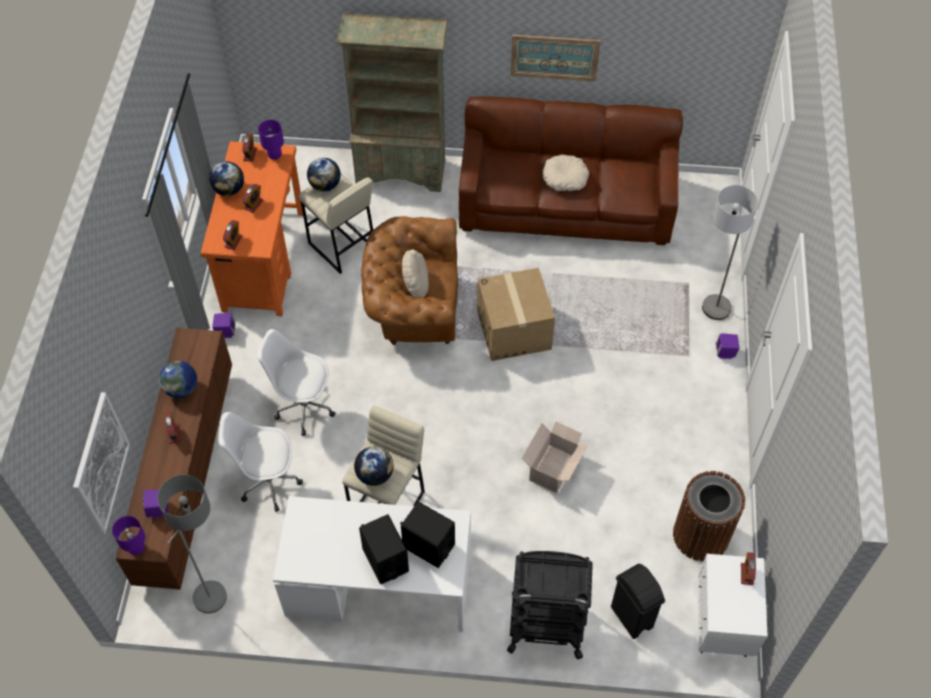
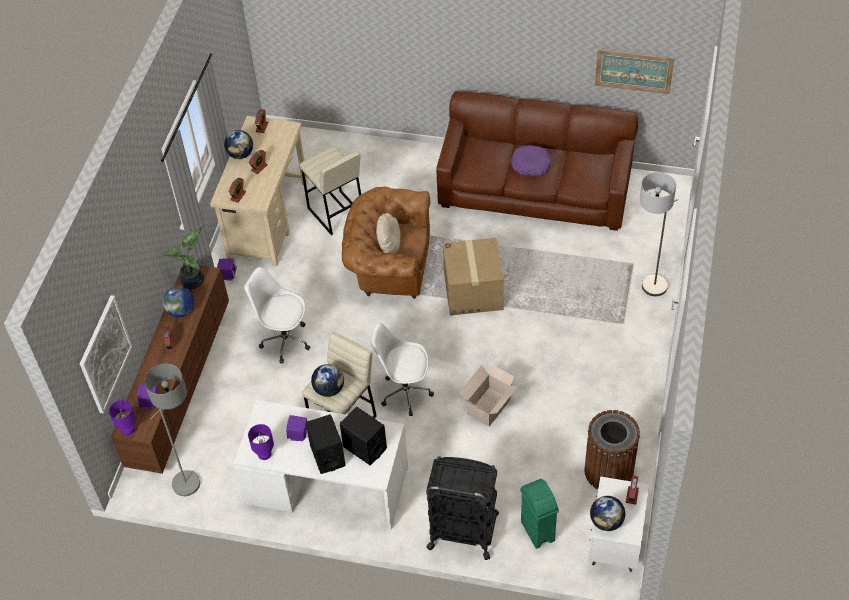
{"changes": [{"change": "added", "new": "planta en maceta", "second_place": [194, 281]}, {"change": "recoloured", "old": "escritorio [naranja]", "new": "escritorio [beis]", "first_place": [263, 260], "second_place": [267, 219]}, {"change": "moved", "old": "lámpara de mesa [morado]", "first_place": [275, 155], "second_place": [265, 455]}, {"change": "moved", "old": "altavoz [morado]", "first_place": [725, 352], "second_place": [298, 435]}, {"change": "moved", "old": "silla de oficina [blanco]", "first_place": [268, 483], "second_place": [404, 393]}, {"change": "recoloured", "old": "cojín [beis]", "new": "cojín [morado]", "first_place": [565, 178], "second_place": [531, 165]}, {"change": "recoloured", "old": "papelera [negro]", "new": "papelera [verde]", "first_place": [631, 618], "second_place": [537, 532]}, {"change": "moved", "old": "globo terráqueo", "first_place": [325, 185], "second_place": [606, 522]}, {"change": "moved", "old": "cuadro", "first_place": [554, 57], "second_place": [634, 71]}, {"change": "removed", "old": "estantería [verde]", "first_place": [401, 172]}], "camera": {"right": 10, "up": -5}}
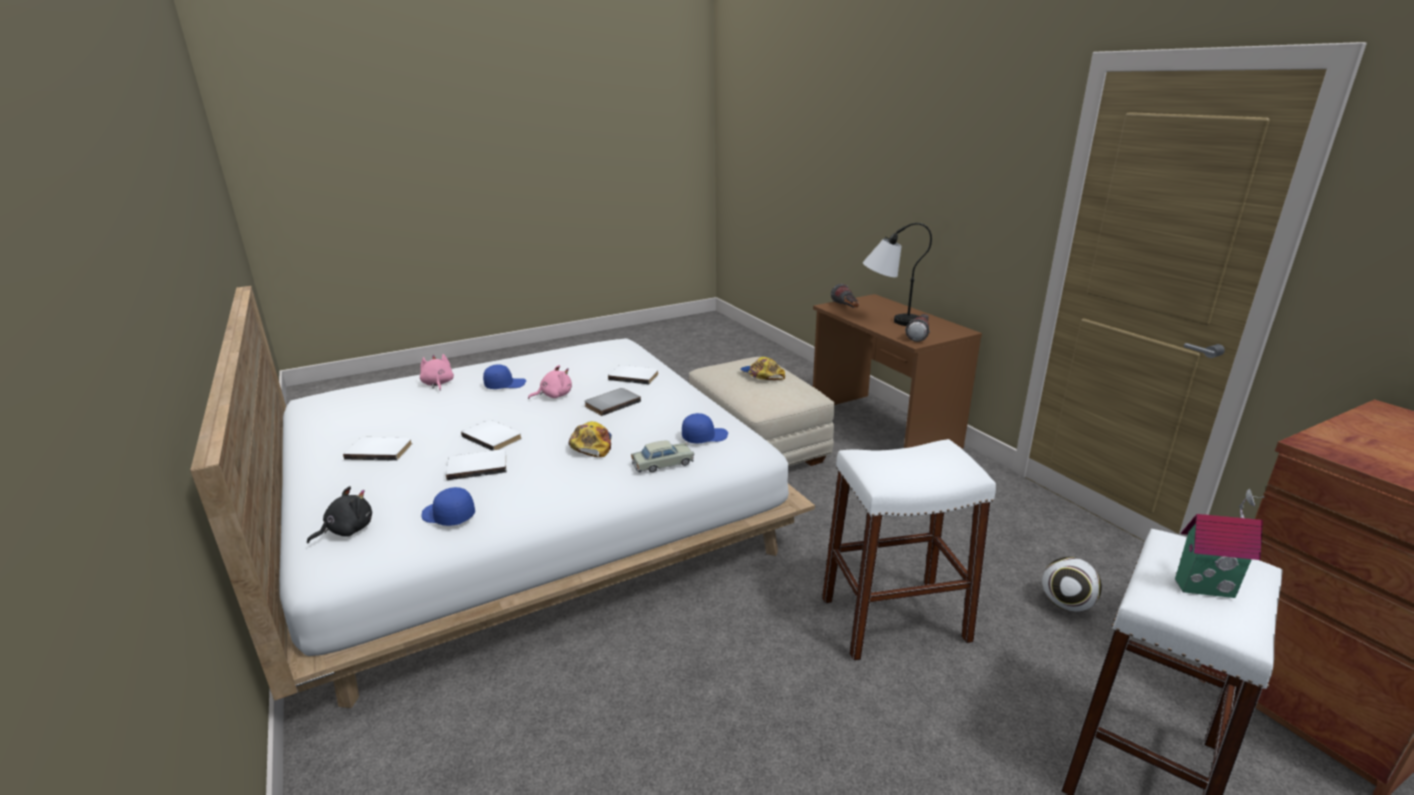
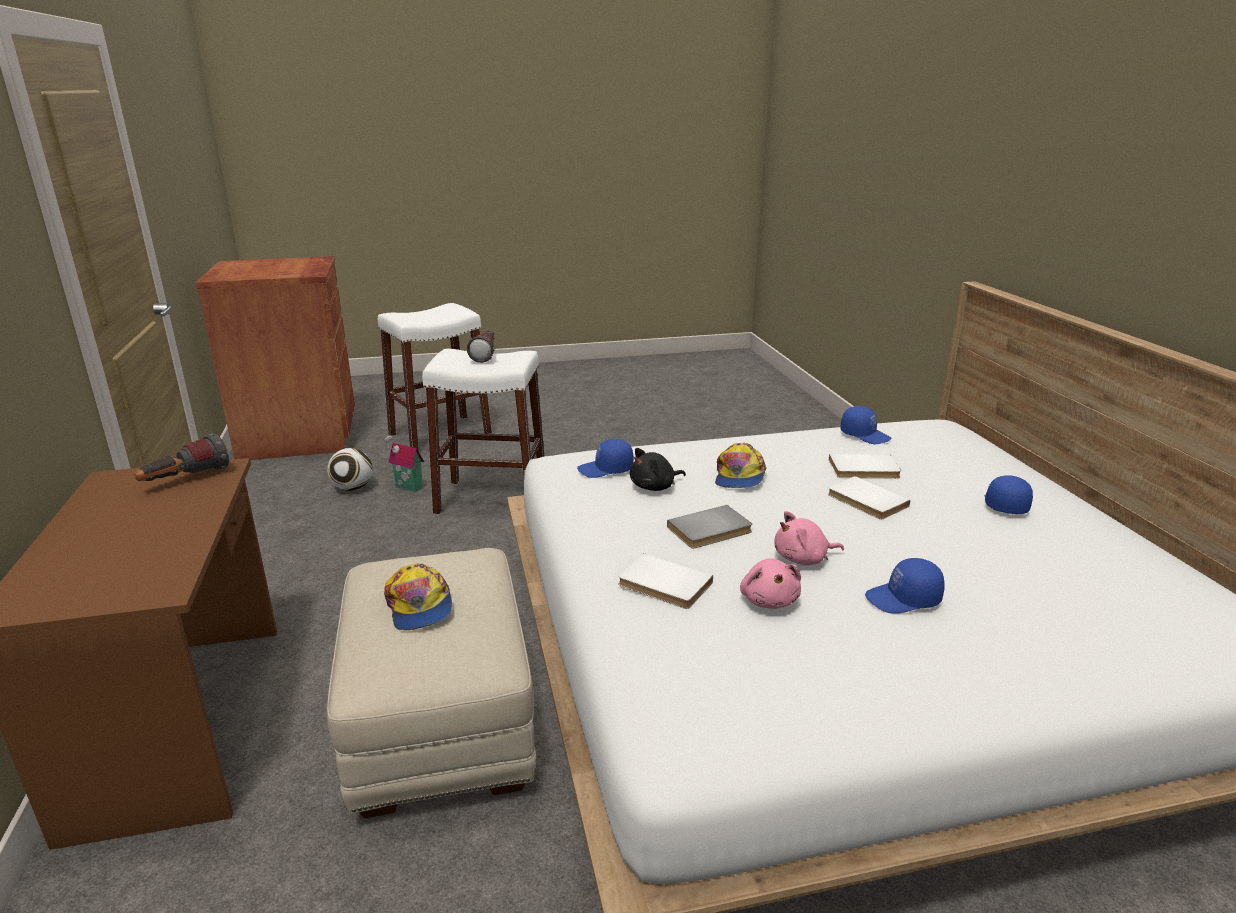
{"changes": [{"change": "moved", "old": "casita", "first_place": [1203, 586], "second_place": [407, 488]}, {"change": "moved", "old": "linterna", "first_place": [846, 308], "second_place": [486, 355]}, {"change": "moved", "old": "peluche [negro]", "first_place": [347, 530], "second_place": [655, 487]}, {"change": "moved", "old": "peluche [rosa]", "first_place": [438, 384], "second_place": [769, 600]}, {"change": "replaced", "old": "libro [blanco]", "new": "gorra [azul]", "first_place": [380, 450], "second_place": [1004, 504]}, {"change": "removed", "old": "coche de juguete [beis]", "first_place": [663, 464]}, {"change": "removed", "old": "lámpara de mesa", "first_place": [888, 320]}], "camera": {"right": -165, "up": 0}}
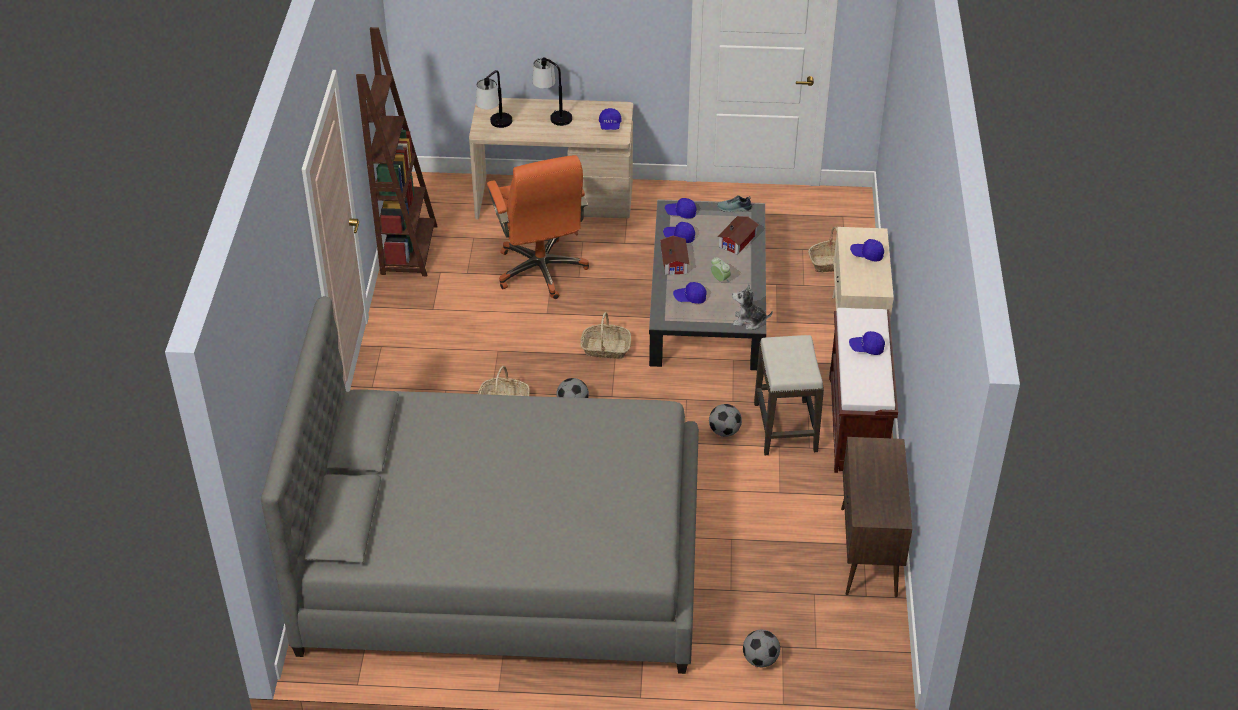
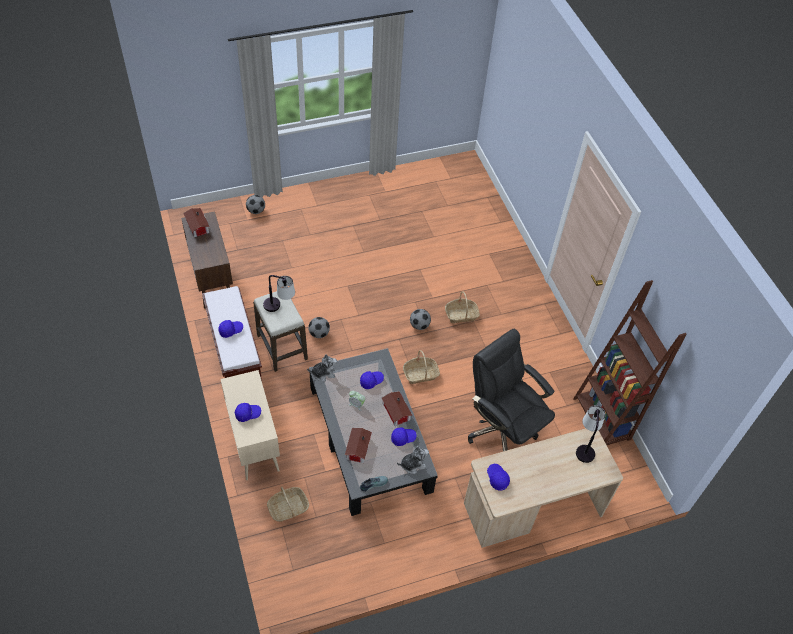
{"changes": [{"change": "added", "new": "casita", "second_place": [197, 227]}, {"change": "moved", "old": "lámpara de mesa", "first_place": [552, 115], "second_place": [279, 307]}, {"change": "replaced", "old": "gorra [azul]", "new": "peluche", "first_place": [680, 213], "second_place": [412, 464]}, {"change": "recoloured", "old": "silla de oficina [naranja]", "new": "silla de oficina [negro]", "first_place": [539, 268], "second_place": [502, 431]}, {"change": "removed", "old": "cama [gris]", "first_place": [502, 559]}], "camera": {"right": 155, "up": 10}}
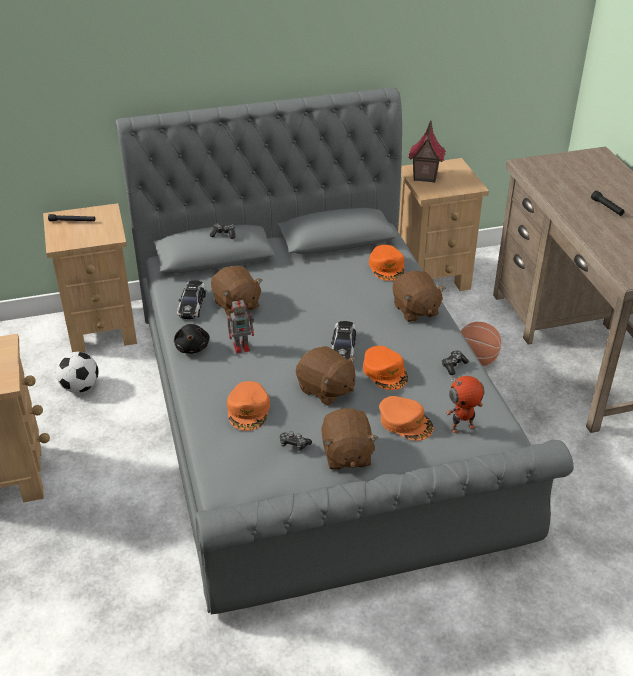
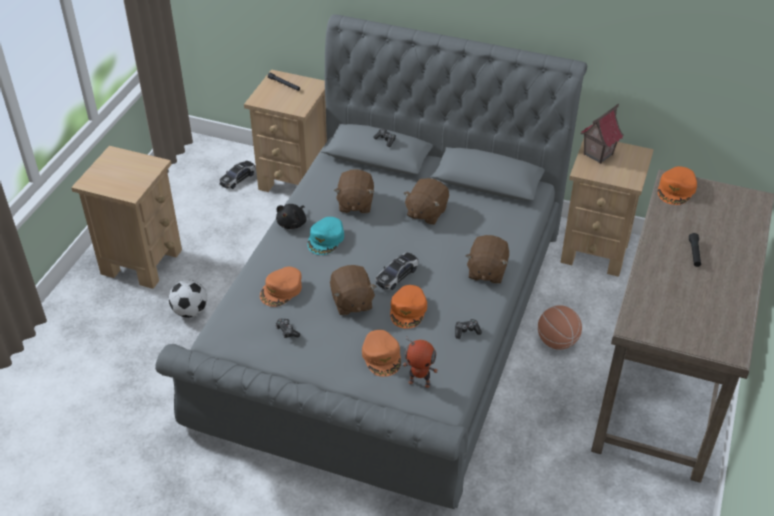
{"changes": [{"change": "moved", "old": "balón de fútbol", "first_place": [80, 387], "second_place": [190, 311]}, {"change": "moved", "old": "coche de juguete", "first_place": [192, 305], "second_place": [238, 178]}, {"change": "replaced", "old": "robot de juguete", "new": "gorra [turquesa]", "first_place": [242, 346], "second_place": [326, 239]}, {"change": "moved", "old": "peluche [marrón]", "first_place": [346, 454], "second_place": [426, 212]}, {"change": "moved", "old": "gorra [naranja]", "first_place": [387, 267], "second_place": [676, 189]}], "camera": {"right": 35, "up": 5}}
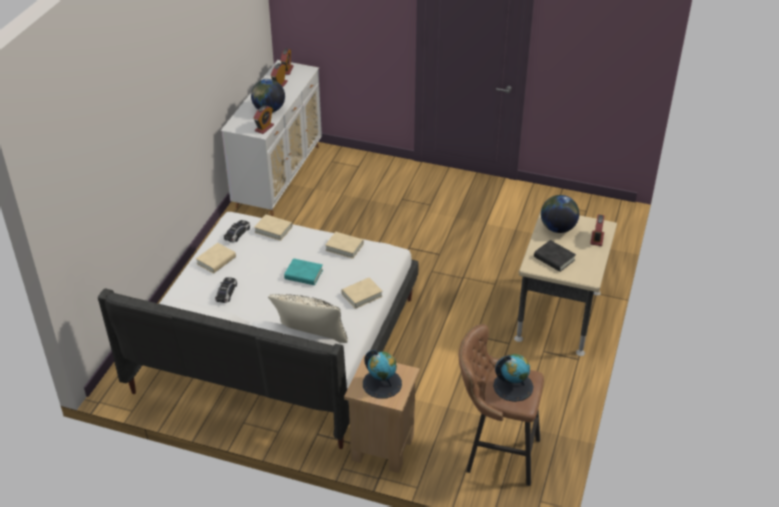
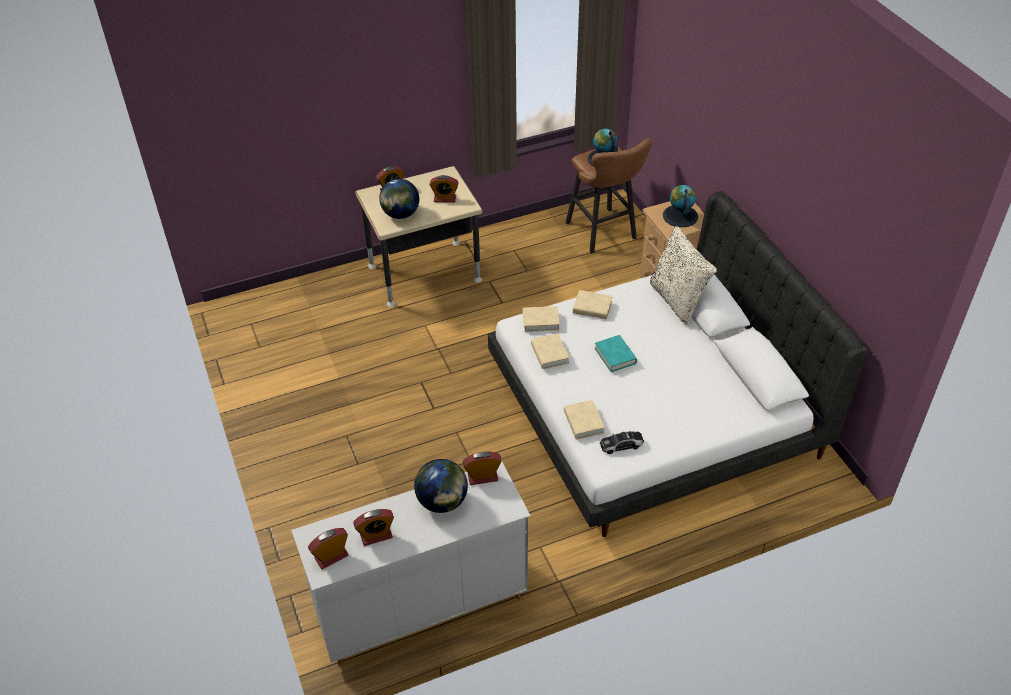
{"changes": [{"change": "replaced", "old": "libro [negro]", "new": "despertador", "first_place": [554, 259], "second_place": [445, 199]}, {"change": "moved", "old": "libro [beis]", "first_place": [216, 261], "second_place": [540, 321]}, {"change": "removed", "old": "coche de juguete", "first_place": [226, 293]}], "camera": {"right": -130, "up": 5}}
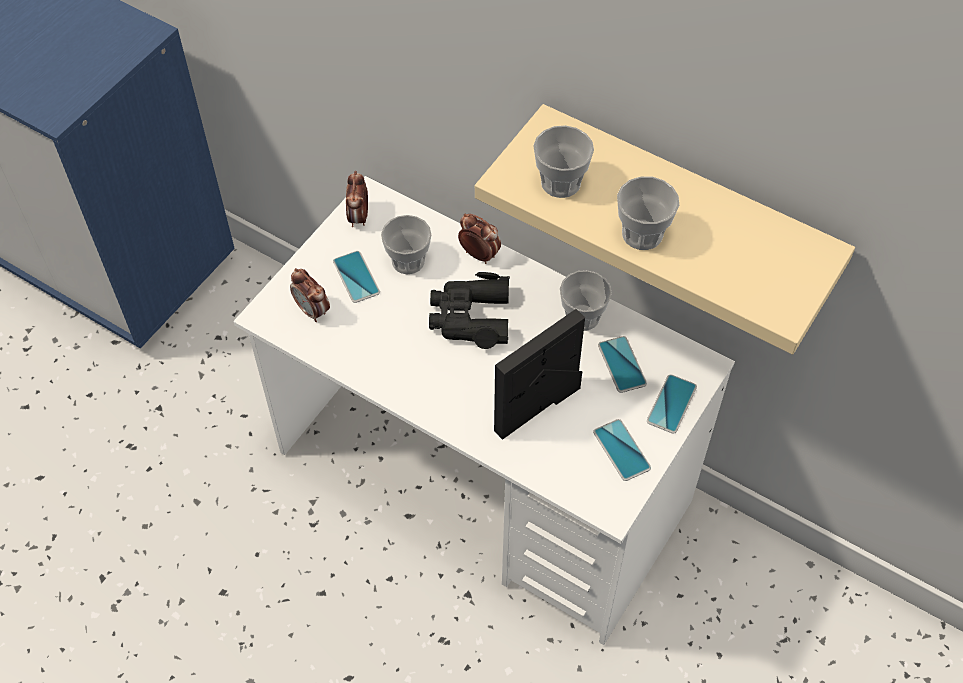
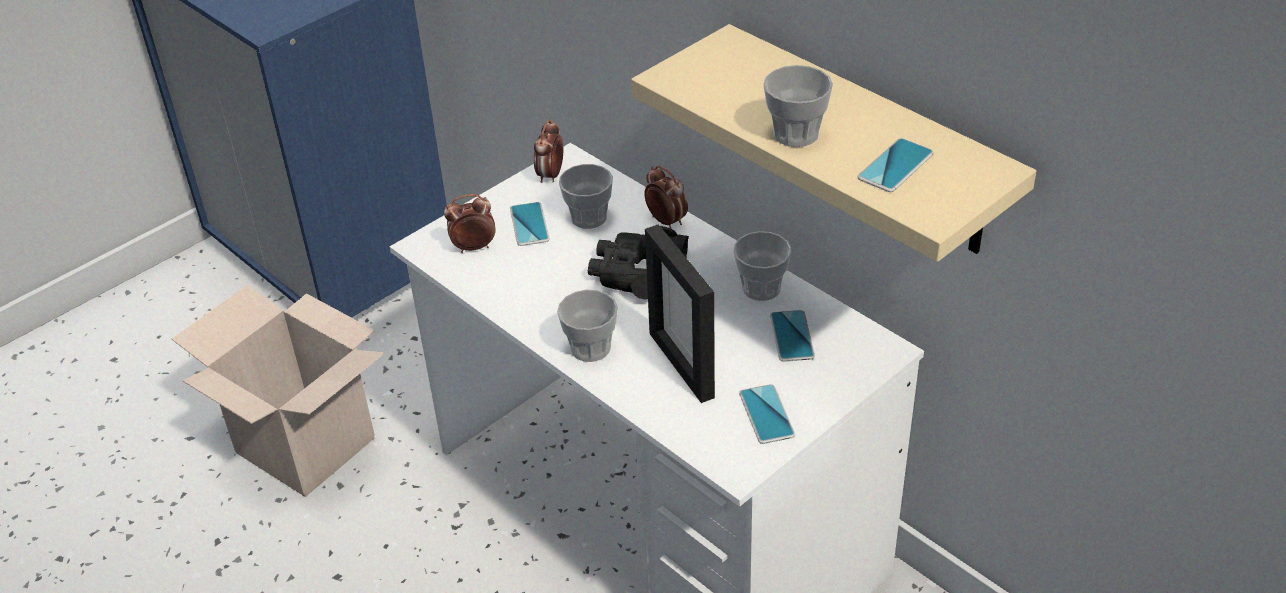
{"changes": [{"change": "added", "new": "caja de cartón", "second_place": [305, 445]}, {"change": "turned", "old": "despertador", "first_place": [312, 311], "second_place": [473, 247], "degrees": 105}, {"change": "moved", "old": "taza", "first_place": [560, 182], "second_place": [590, 348]}, {"change": "turned", "old": "portarretratos", "first_place": [537, 409], "second_place": [683, 364], "degrees": -90}, {"change": "moved", "old": "móvil", "first_place": [671, 404], "second_place": [895, 166]}], "camera": {"right": 15, "up": -15}}
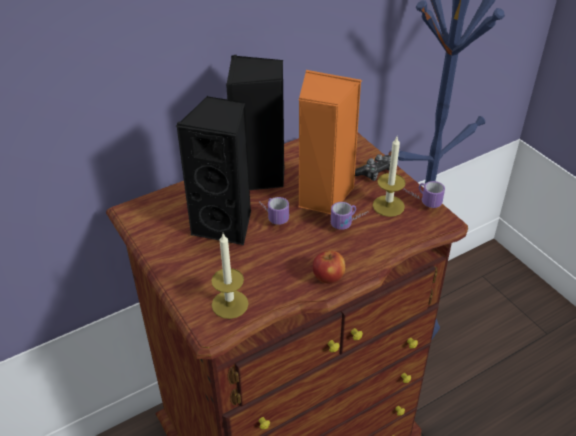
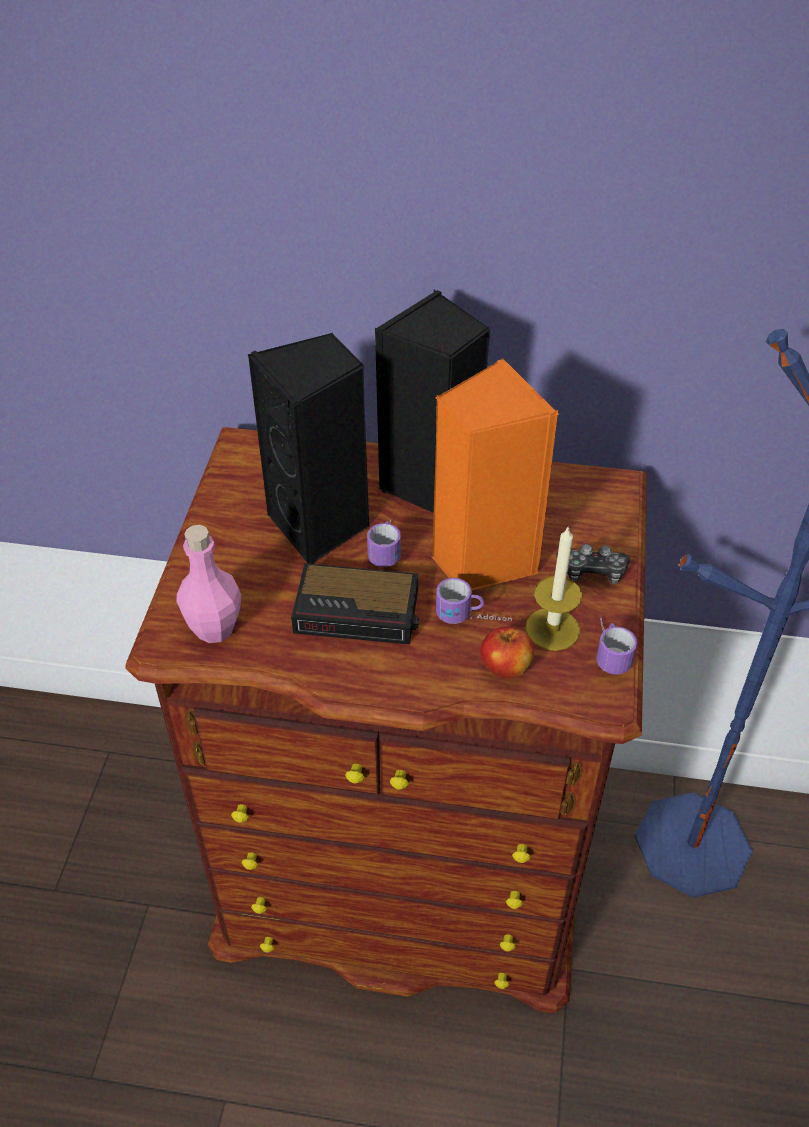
{"changes": [{"change": "replaced", "old": "vela", "new": "botella [rosa]", "first_place": [230, 304], "second_place": [214, 628]}, {"change": "added", "new": "despertador", "second_place": [359, 611]}, {"change": "moved", "old": "manzana", "first_place": [328, 277], "second_place": [506, 667]}], "camera": {"right": 40, "up": 5}}
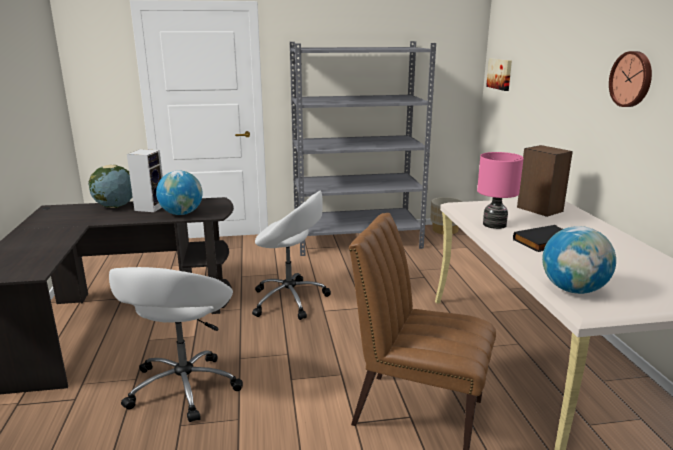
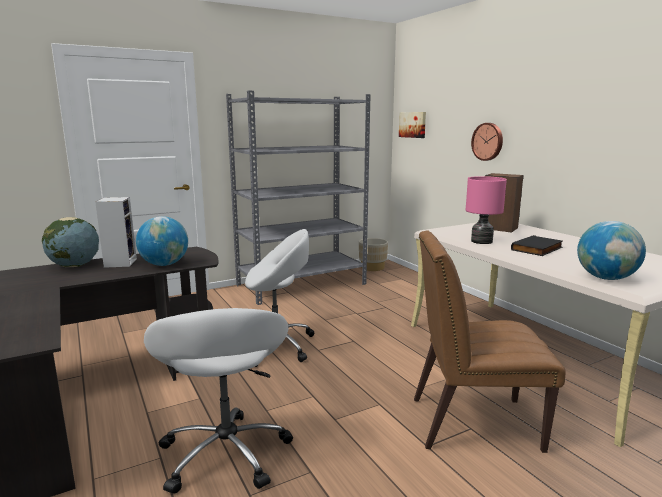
{"changes": [{"change": "moved", "old": "reloj de pared", "first_place": [632, 79], "second_place": [488, 141]}], "camera": {"right": -20, "up": -5}}
